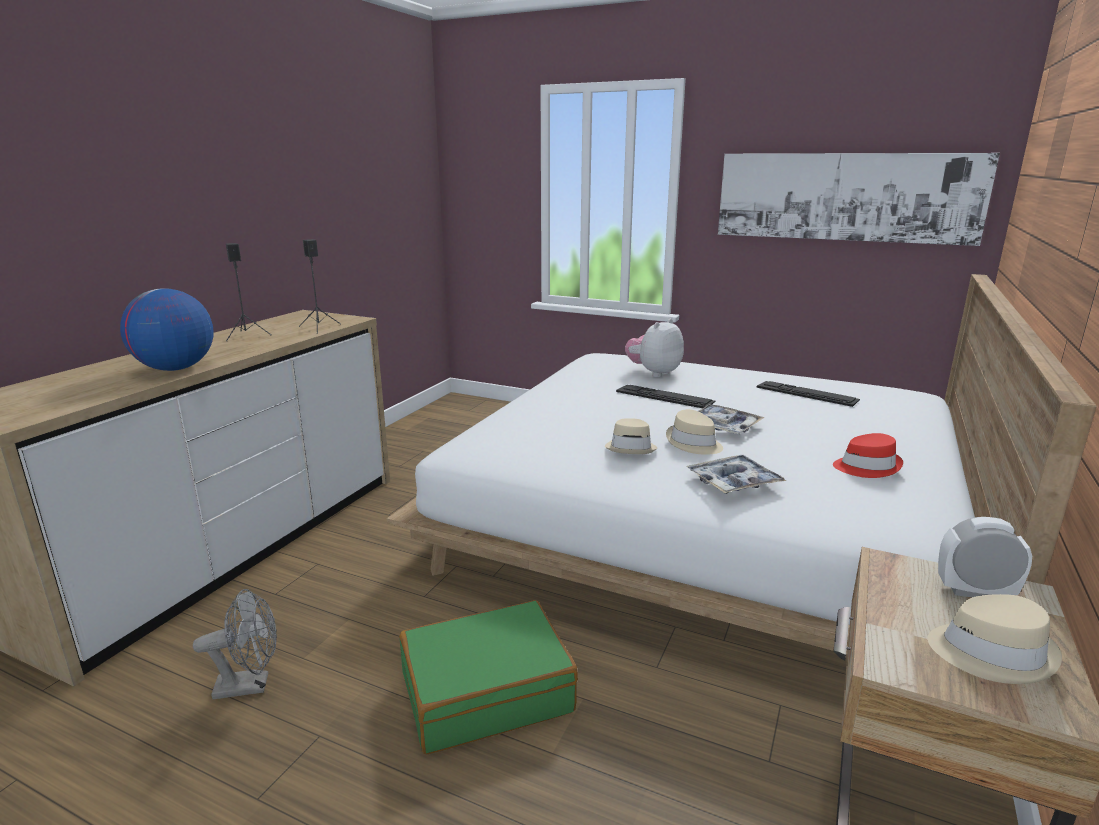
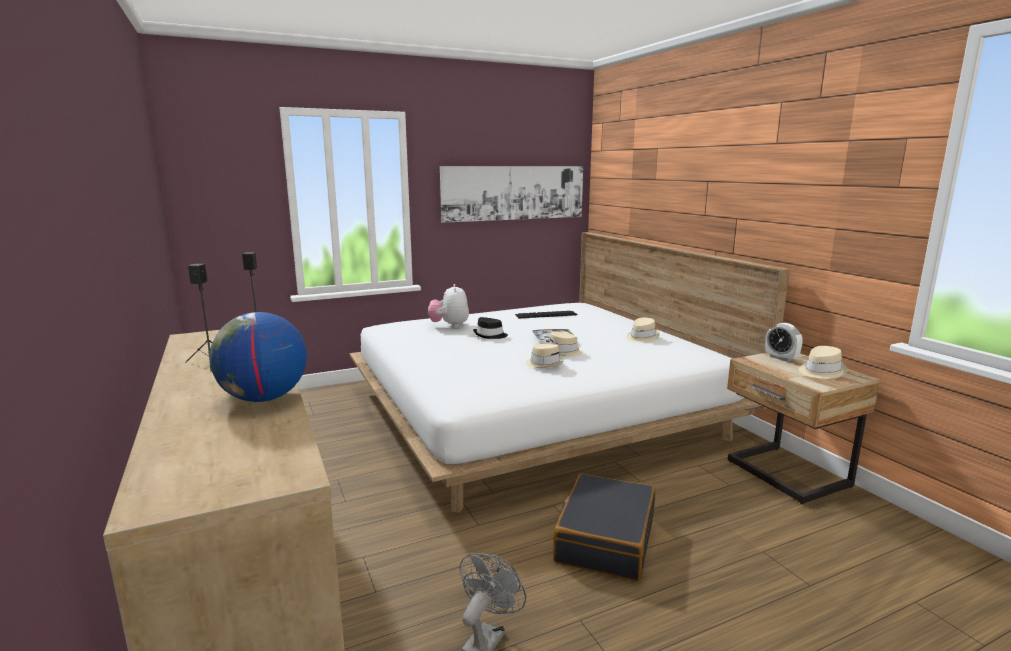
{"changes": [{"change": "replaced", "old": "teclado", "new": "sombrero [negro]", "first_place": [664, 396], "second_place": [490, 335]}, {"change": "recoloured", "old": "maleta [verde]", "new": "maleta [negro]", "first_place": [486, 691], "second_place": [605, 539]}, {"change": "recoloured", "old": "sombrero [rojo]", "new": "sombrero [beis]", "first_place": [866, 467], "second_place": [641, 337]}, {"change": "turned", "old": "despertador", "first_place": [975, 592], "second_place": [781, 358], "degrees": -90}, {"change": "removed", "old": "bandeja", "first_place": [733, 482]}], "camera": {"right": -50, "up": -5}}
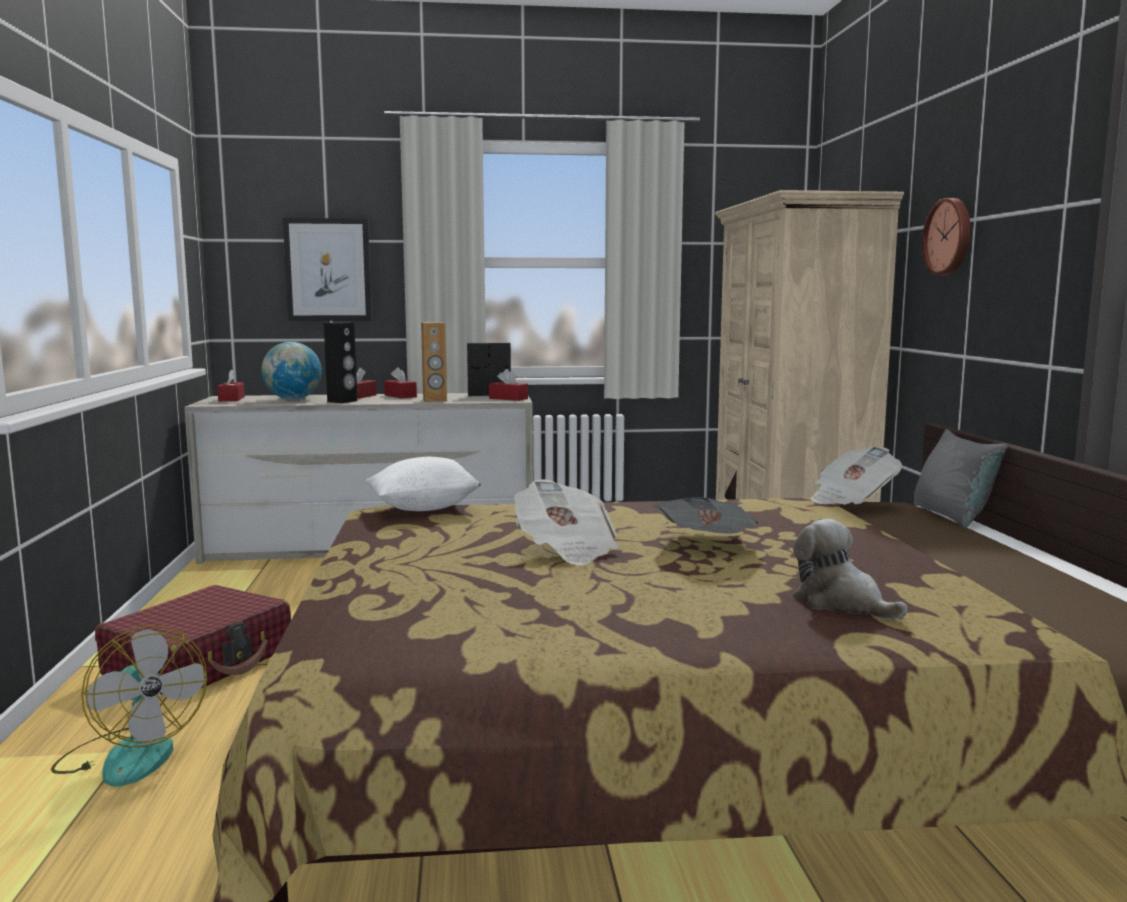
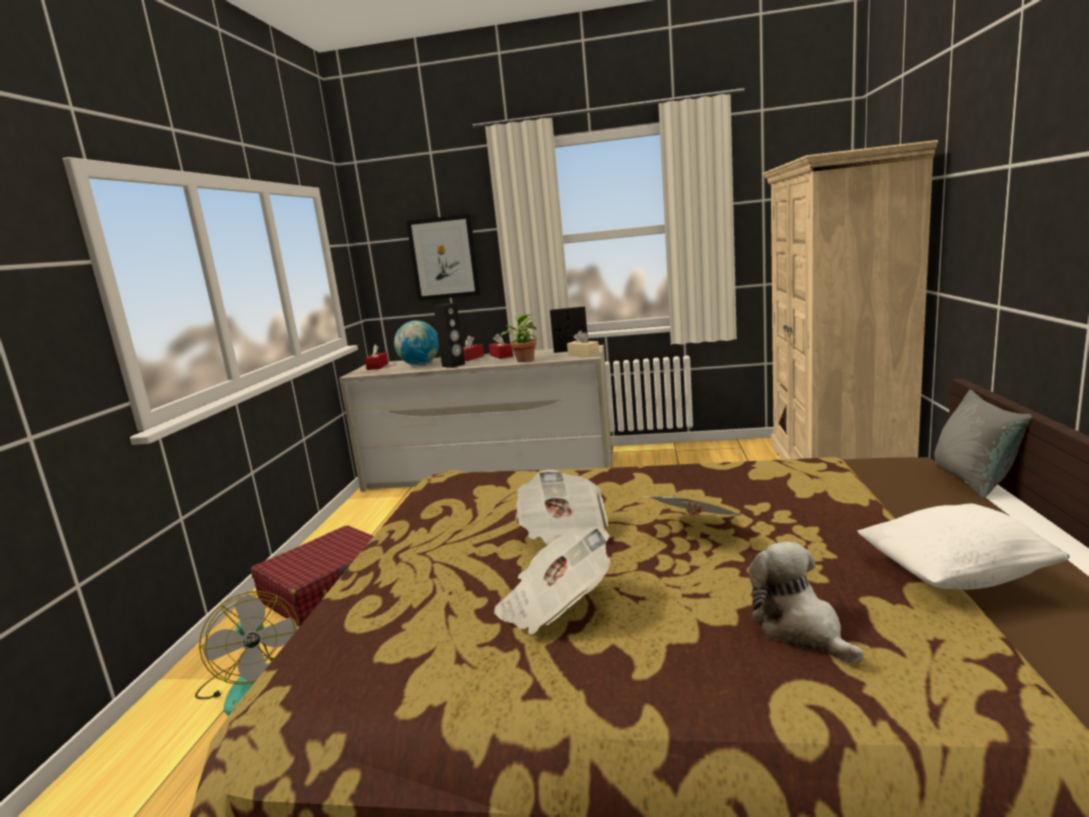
{"changes": [{"change": "moved", "old": "periódico", "first_place": [851, 499], "second_place": [555, 606]}, {"change": "replaced", "old": "altavoz [marrón]", "new": "planta en maceta", "first_place": [435, 400], "second_place": [524, 360]}, {"change": "recoloured", "old": "caja de pañuelos [rojo]", "new": "caja de pañuelos [beis]", "first_place": [508, 398], "second_place": [583, 354]}, {"change": "moved", "old": "cojín [blanco]", "first_place": [424, 508], "second_place": [955, 575]}, {"change": "removed", "old": "reloj de pared", "first_place": [949, 237]}], "camera": {"right": 15, "up": 5}}
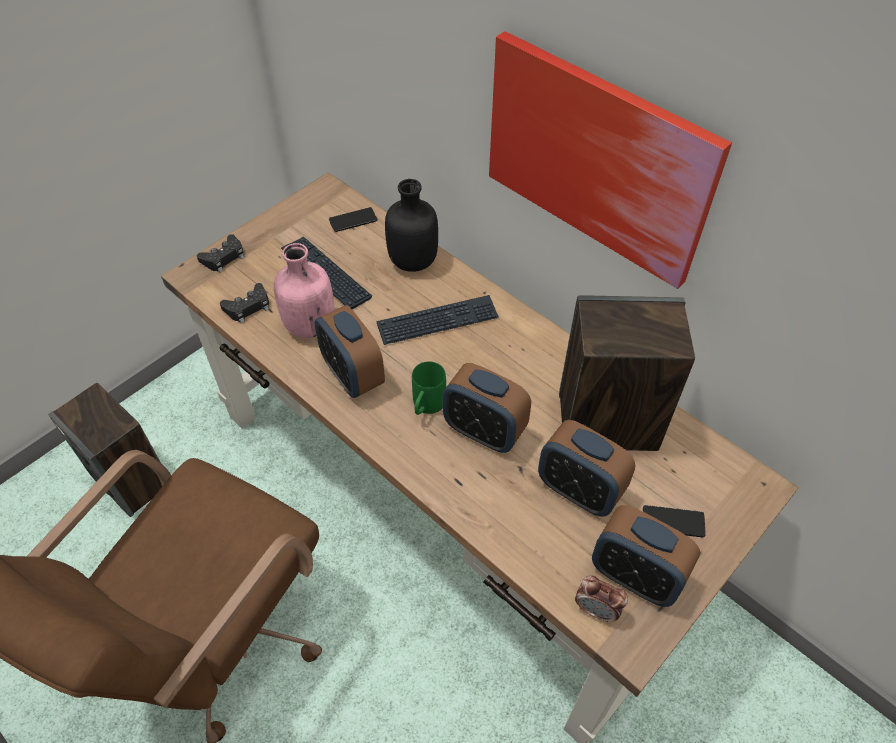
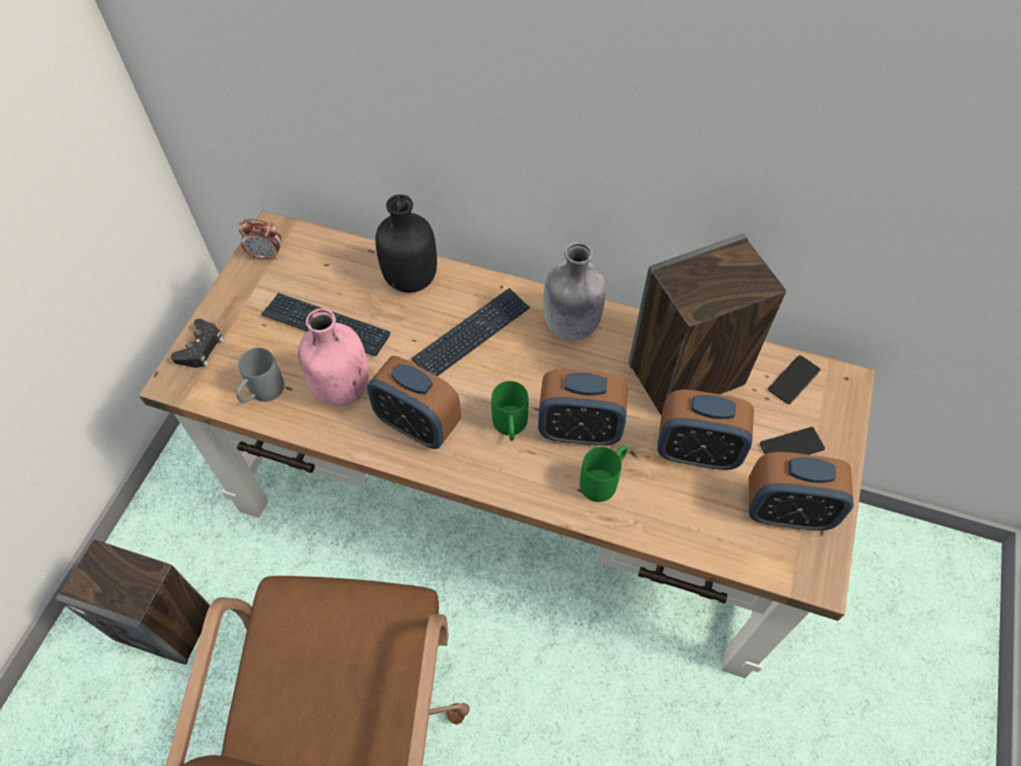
{"changes": [{"change": "replaced", "old": "mando de consola [negro]", "new": "taza grande [gris]", "first_place": [248, 307], "second_place": [262, 394]}, {"change": "moved", "old": "despertador", "first_place": [596, 610], "second_place": [266, 255]}, {"change": "added", "new": "botella [gris]", "second_place": [570, 326]}, {"change": "added", "new": "taza grande [verde]", "second_place": [604, 480]}, {"change": "moved", "old": "móvil", "first_place": [353, 220], "second_place": [793, 380]}, {"change": "removed", "old": "cuadro", "first_place": [596, 158]}], "camera": {"right": -25, "up": 5}}
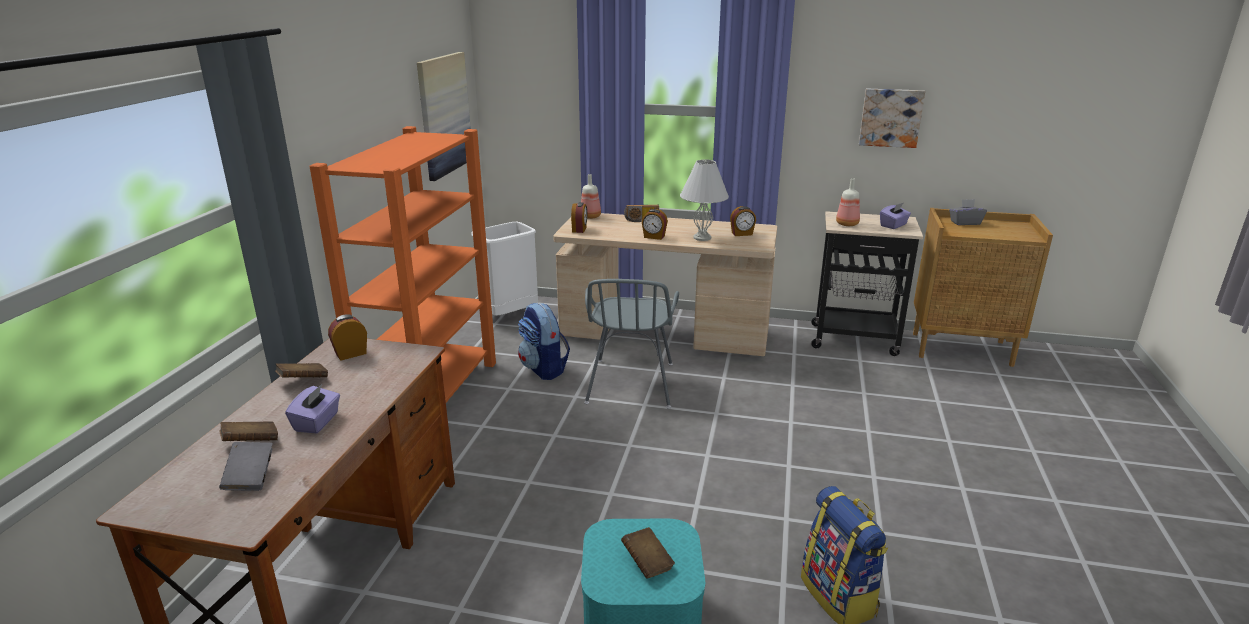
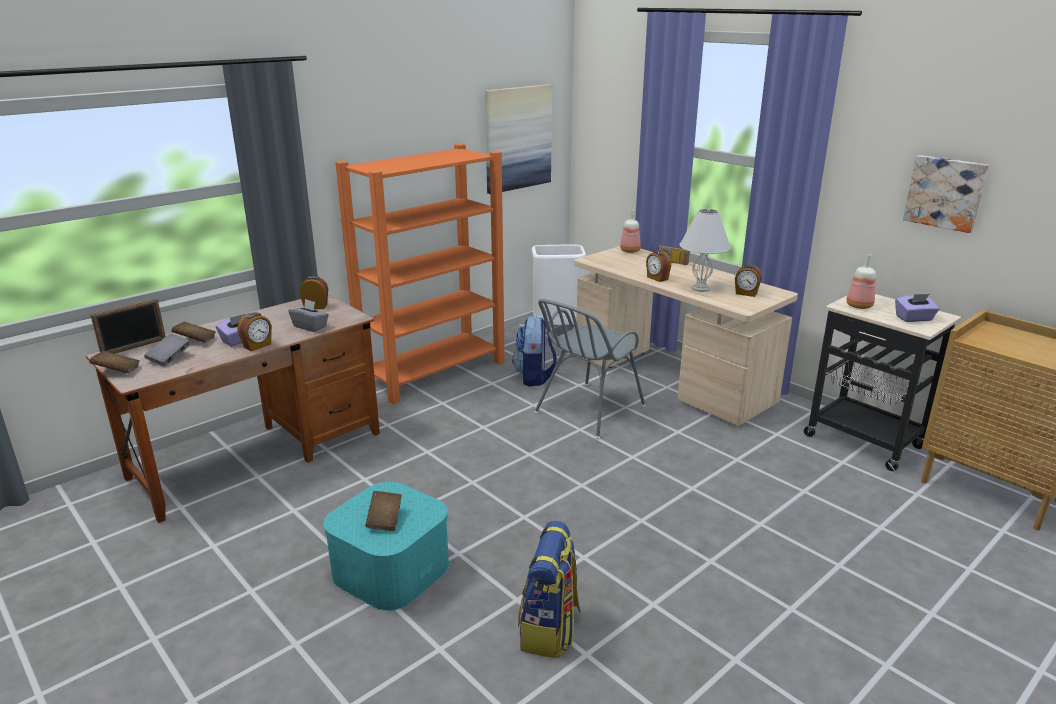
{"changes": [{"change": "moved", "old": "libro [marrón]", "first_place": [303, 381], "second_place": [117, 371]}, {"change": "added", "new": "portarretratos", "second_place": [134, 347]}, {"change": "moved", "old": "despertador", "first_place": [579, 229], "second_place": [257, 346]}, {"change": "moved", "old": "caja de pañuelos [gris]", "first_place": [965, 223], "second_place": [310, 326]}], "camera": {"right": 35, "up": 0}}
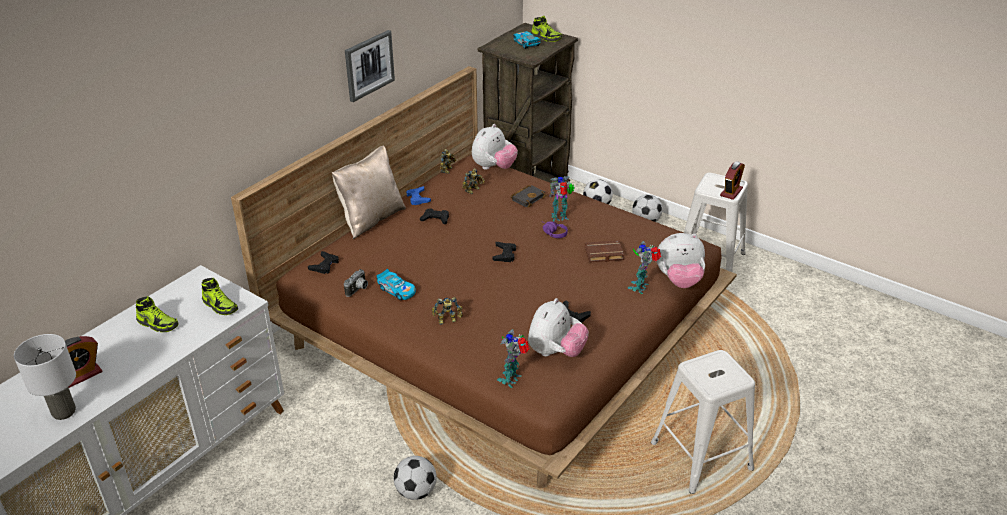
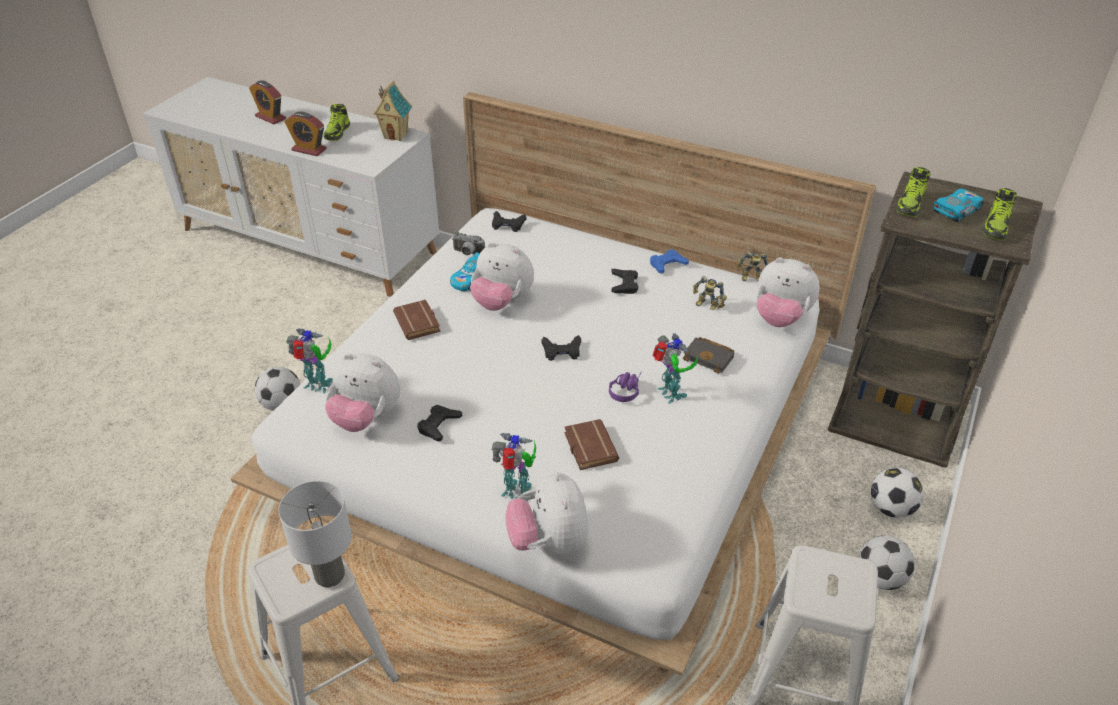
{"changes": [{"change": "recoloured", "old": "cama [marrón]", "new": "cama [blanco]", "first_place": [503, 325], "second_place": [559, 436]}, {"change": "moved", "old": "lámpara de mesa [blanco]", "first_place": [65, 412], "second_place": [332, 576]}, {"change": "moved", "old": "despertador", "first_place": [731, 192], "second_place": [309, 149]}, {"change": "added", "new": "casita", "second_place": [396, 135]}, {"change": "replaced", "old": "robot de juguete", "new": "libro [marrón]", "first_place": [448, 321], "second_place": [419, 323]}, {"change": "added", "new": "peluche", "second_place": [502, 302]}, {"change": "moved", "old": "zapato", "first_place": [220, 306], "second_place": [910, 205]}, {"change": "removed", "old": "cojín [beis]", "first_place": [371, 219]}, {"change": "removed", "old": "cuadro", "first_place": [369, 65]}], "camera": {"right": 80, "up": 5}}
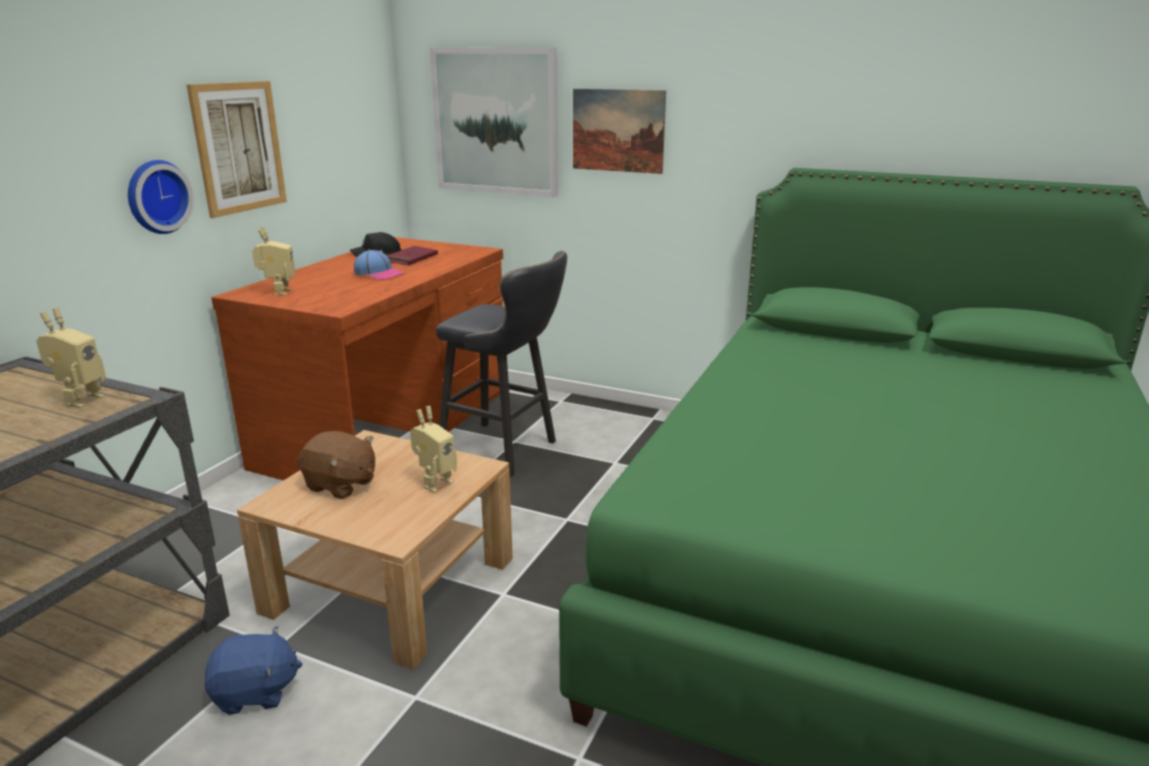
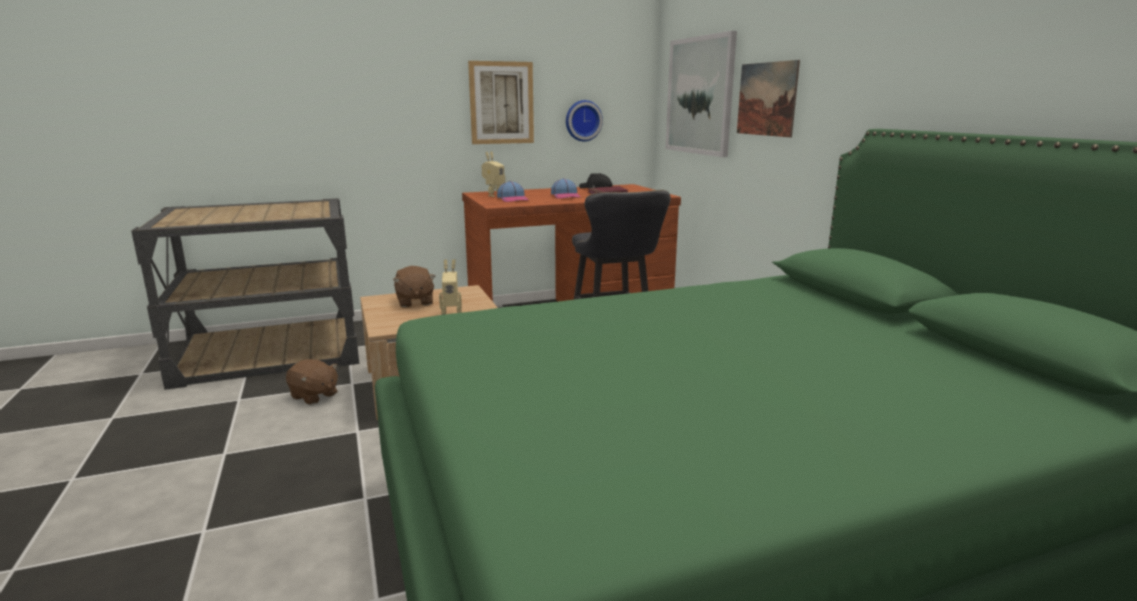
{"changes": [{"change": "recoloured", "old": "peluche [azul]", "new": "peluche [marrón]", "first_place": [255, 693], "second_place": [314, 396]}, {"change": "added", "new": "gorra", "second_place": [513, 199]}, {"change": "moved", "old": "reloj de pared", "first_place": [156, 196], "second_place": [583, 120]}, {"change": "removed", "old": "robot de juguete", "first_place": [80, 400]}], "camera": {"right": 45, "up": -5}}
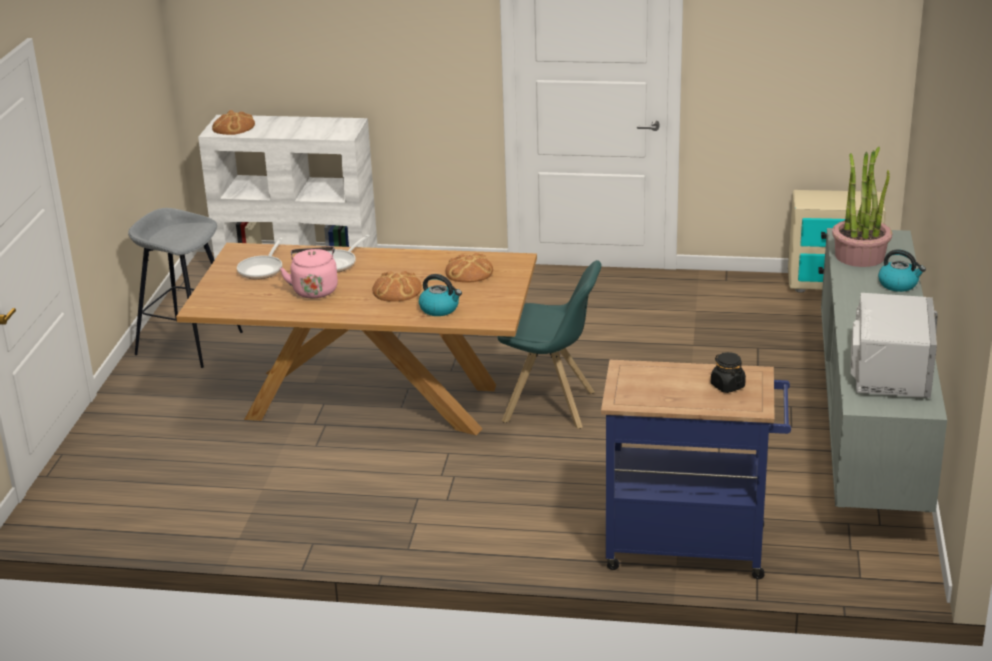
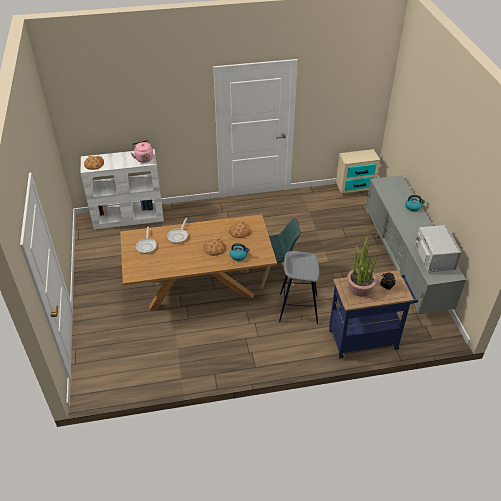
{"changes": [{"change": "moved", "old": "hervidor [rosa]", "first_place": [314, 289], "second_place": [143, 158]}, {"change": "moved", "old": "taburete [gris]", "first_place": [189, 343], "second_place": [298, 308]}, {"change": "moved", "old": "planta en maceta", "first_place": [860, 255], "second_place": [360, 287]}], "camera": {"right": -20, "up": 15}}
